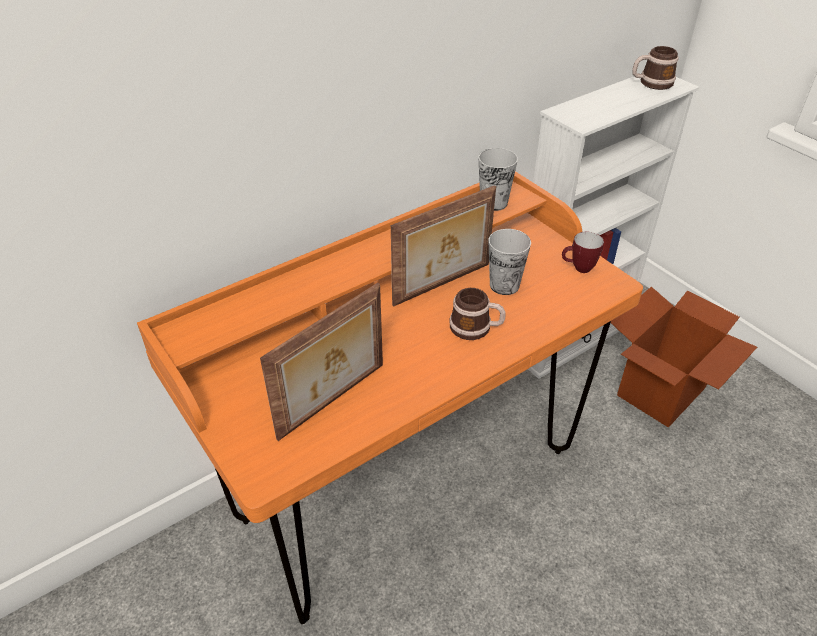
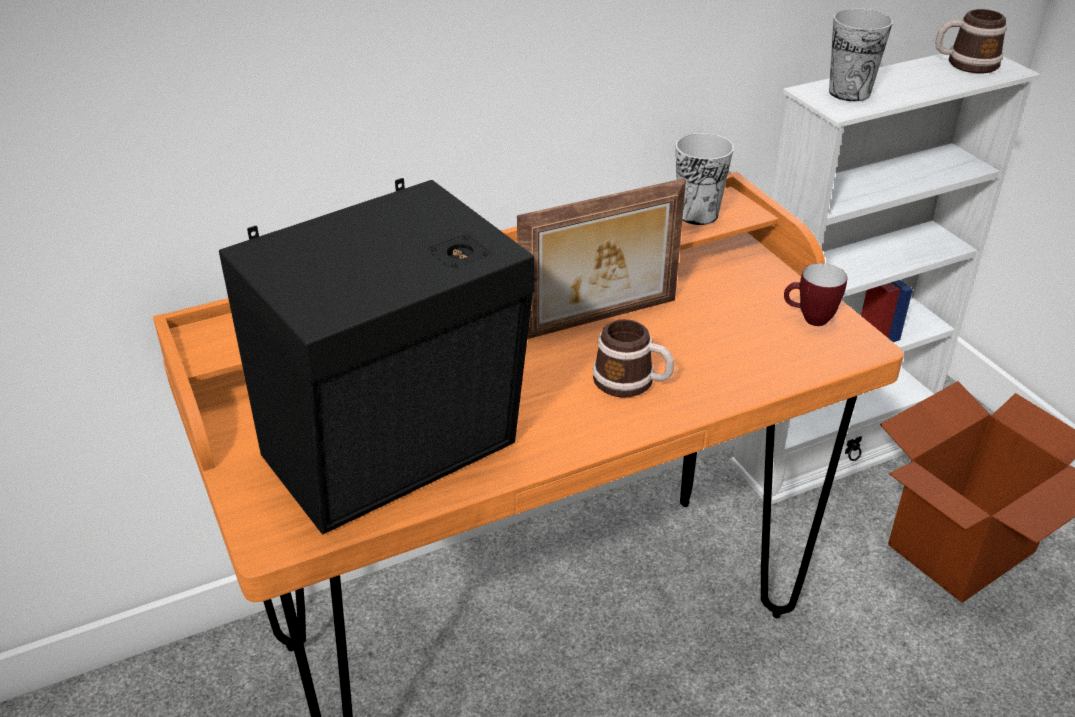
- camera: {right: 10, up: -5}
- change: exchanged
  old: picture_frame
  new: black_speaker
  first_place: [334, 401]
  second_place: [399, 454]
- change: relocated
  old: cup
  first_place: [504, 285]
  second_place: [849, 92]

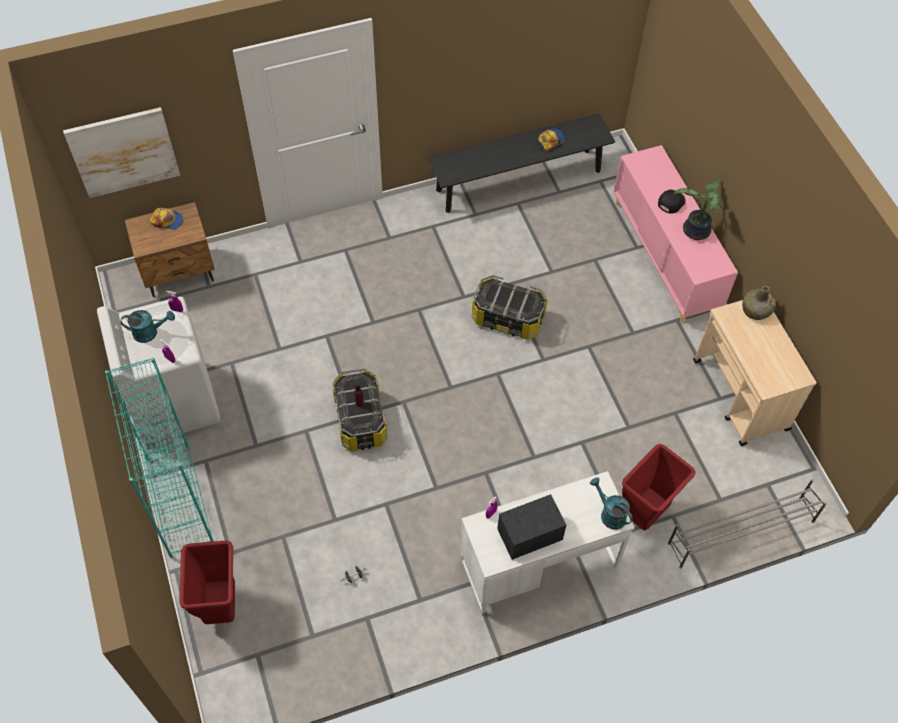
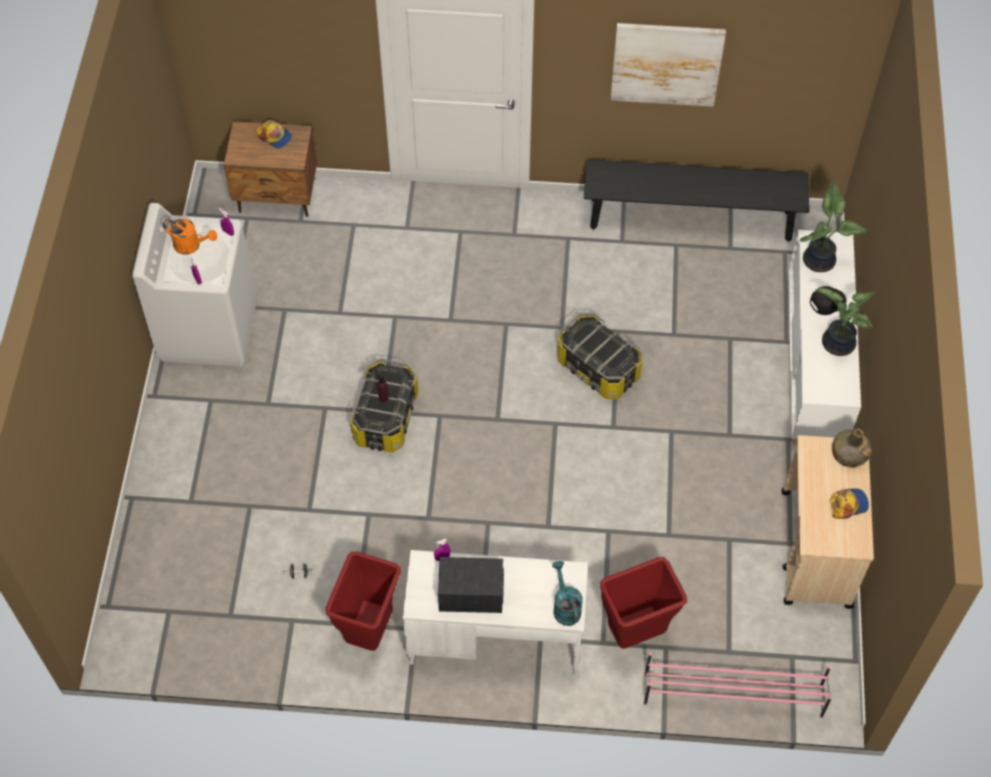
- camera: {right: 25, up: 0}
- change: relocated
  old: picture
  first_place: [123, 152]
  second_place: [666, 63]
- change: missing
  old: turquoise_bookcase
  first_place: [179, 500]
- change: colour
  old: turquoise_watering_can
  new: orange_watering_can
  first_place: [150, 332]
  second_place: [191, 246]
- change: relocated
  old: red_trash_can
  first_place: [220, 606]
  second_place: [369, 630]
- change: relocated
  old: cap
  first_place: [550, 140]
  second_place: [848, 504]
- change: colour
  old: pink_cabinet
  new: white_cabinet
  first_place: [665, 256]
  second_place: [814, 363]
- change: colour
  old: grey_shoe_rack
  new: pink_shoe_rack
  first_place: [740, 532]
  second_place: [732, 694]
- change: appeared
  new: potted_plant
  second_place: [820, 260]

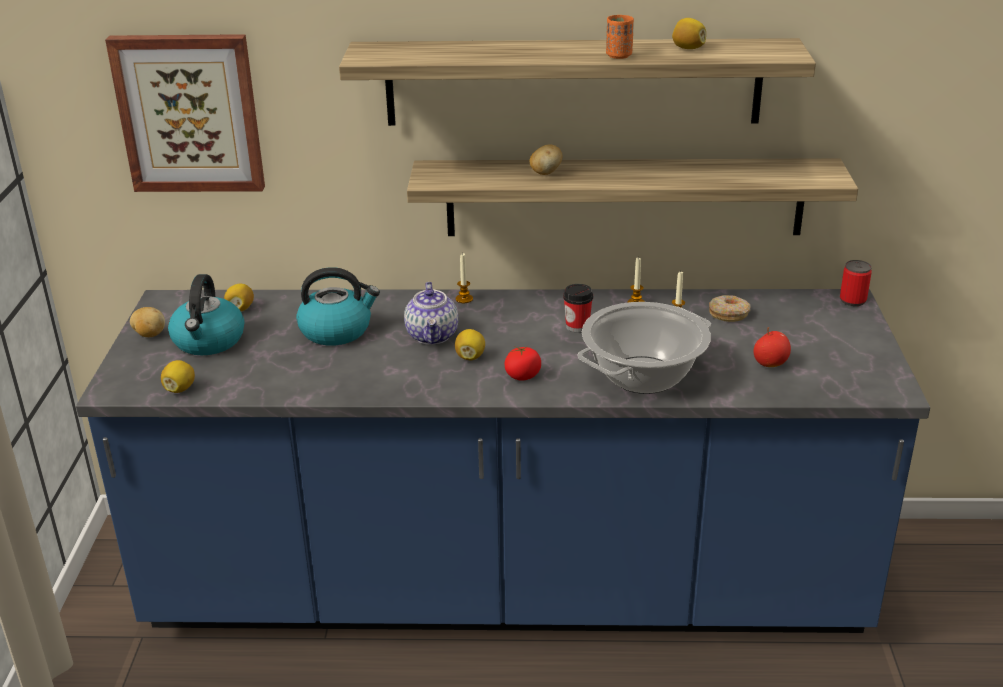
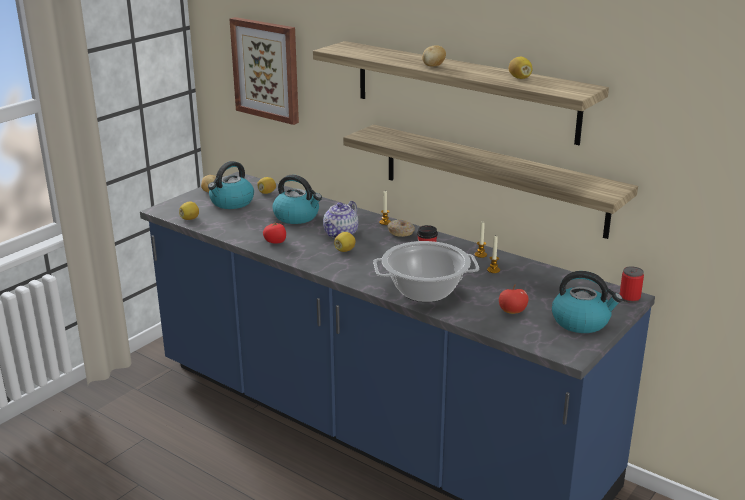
- camera: {right: 35, up: -5}
- change: relocated
  old: tomato
  first_place: [522, 376]
  second_place: [275, 241]
- change: relocated
  old: potato
  first_place: [546, 173]
  second_place: [433, 66]
- change: missing
  old: orange_cup
  first_place: [619, 56]
- change: relocated
  old: donut
  first_place: [729, 314]
  second_place: [401, 232]
- change: appeared
  new: kettle
  second_place: [581, 321]

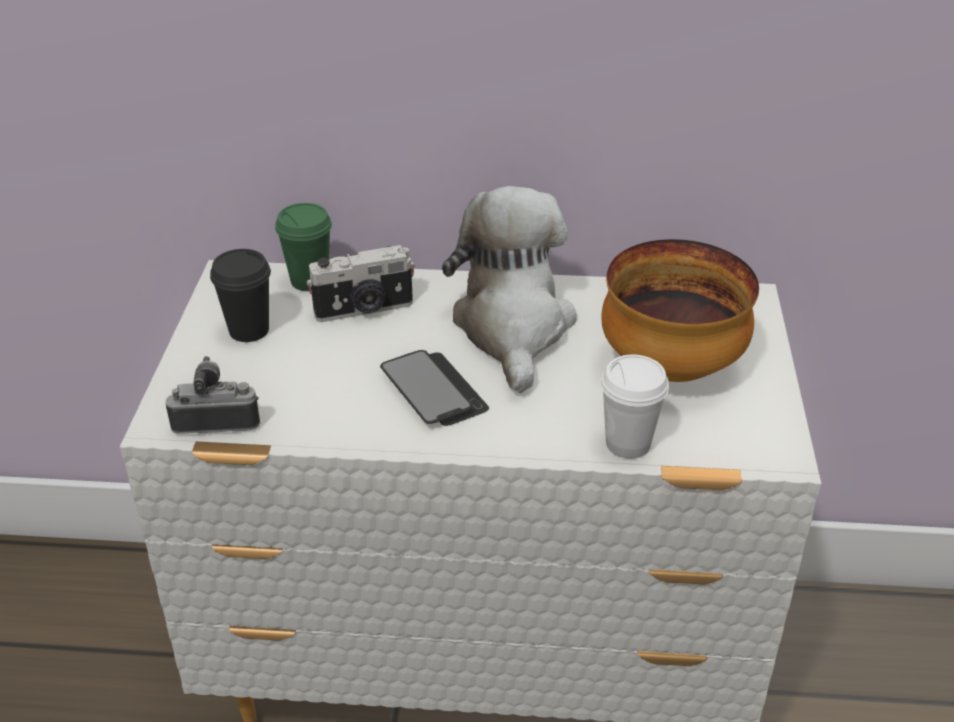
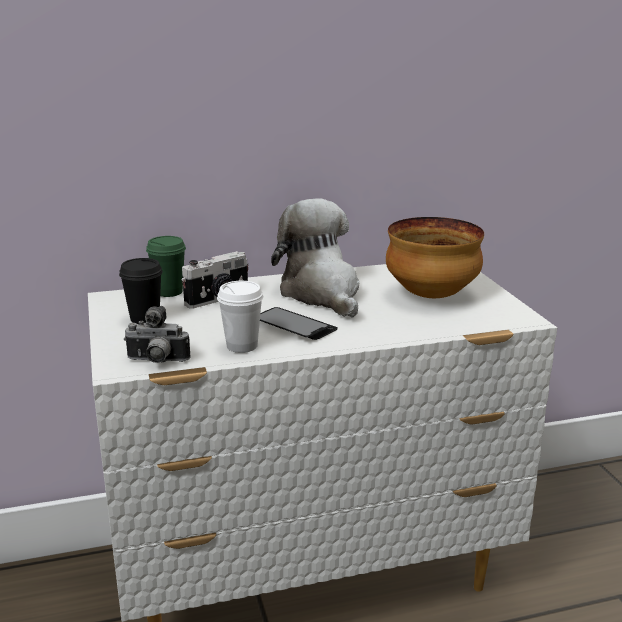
- camera: {right: -20, up: -15}
- change: spun
  old: photo_camera
  first_place: [217, 421]
  second_place: [157, 362]
  degrees: -150
- change: relocated
  old: white_cup
  first_place: [628, 444]
  second_place: [242, 346]

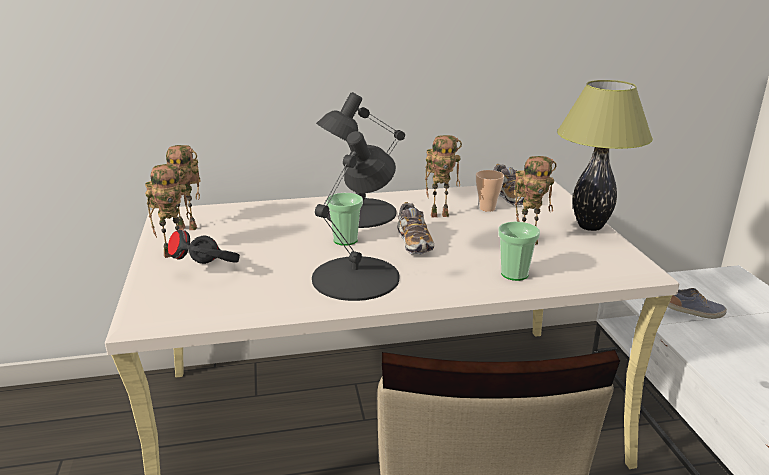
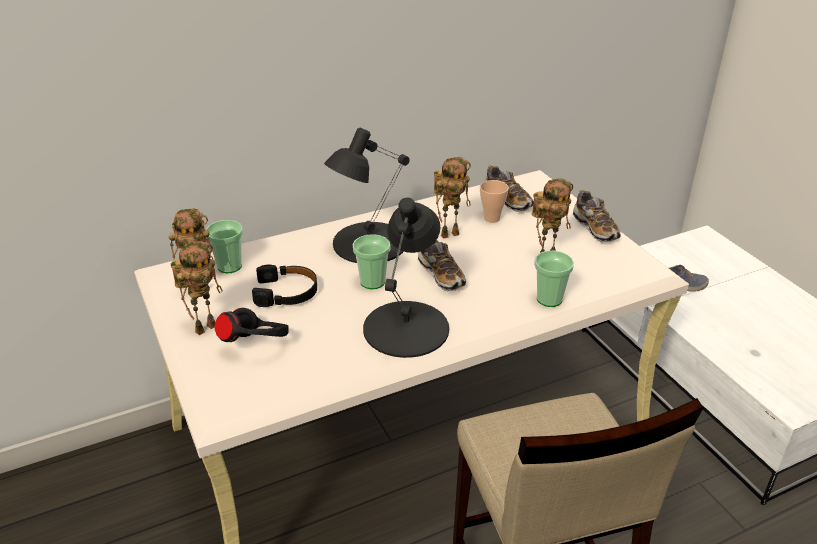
- camera: {right: -15, up: 10}
- change: exchanged
  old: table_lamp
  new: shoe
  first_place: [590, 226]
  second_place: [595, 228]
- change: appeared
  new: cup
  second_place: [229, 266]
- change: appeared
  new: black_headphones
  second_place: [286, 292]

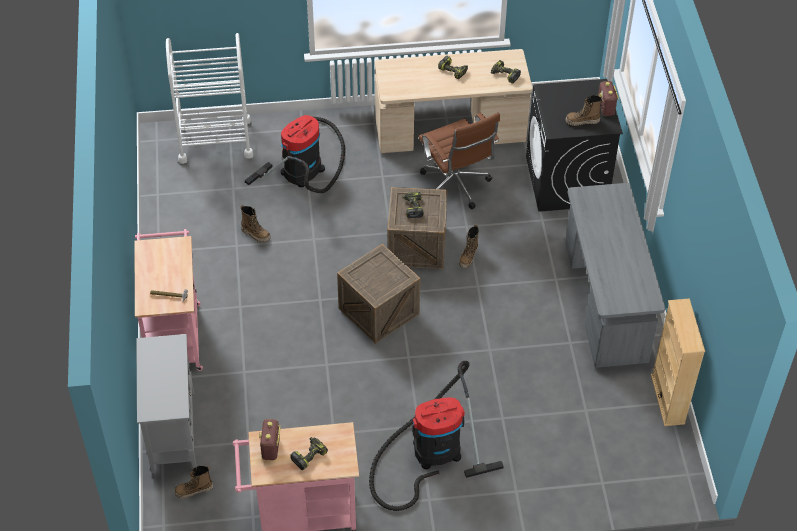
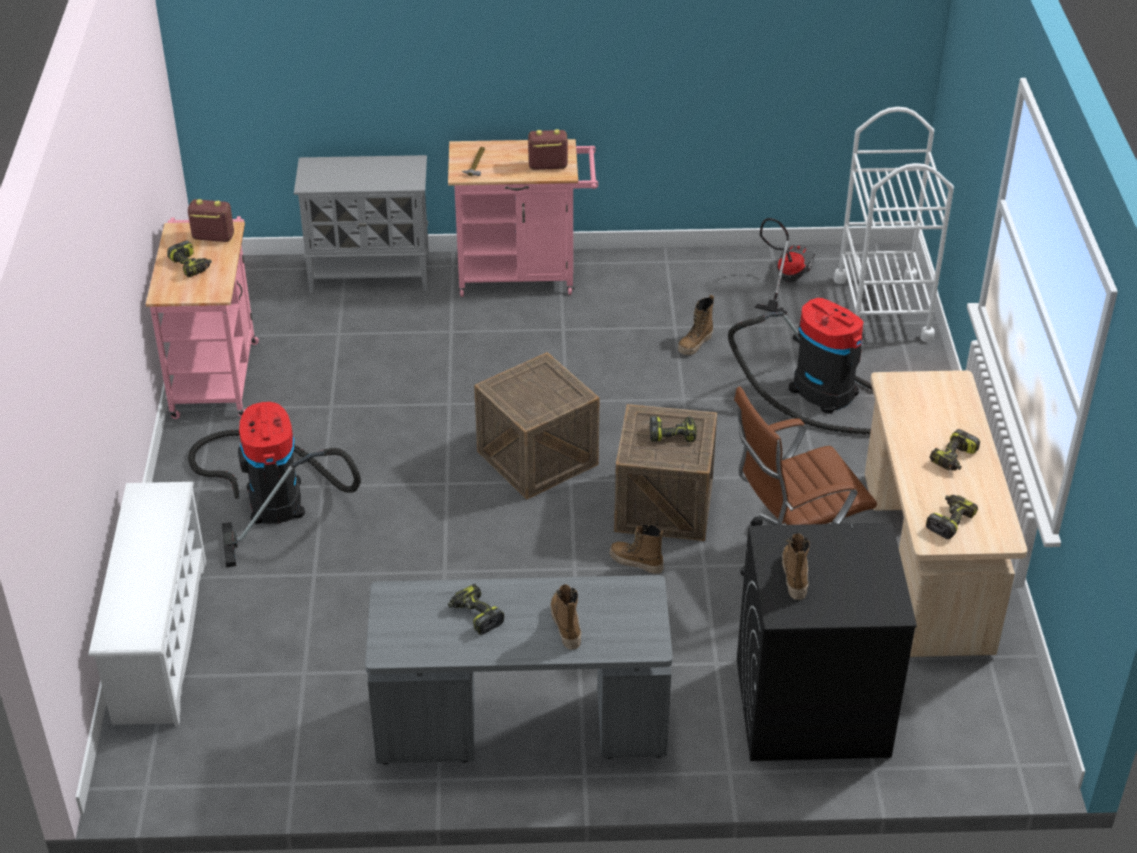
- camera: {right: 95, up: -10}
- change: relocated
  old: boot
  first_place: [194, 490]
  second_place: [565, 626]
- change: relocated
  old: radio
  first_place: [606, 108]
  second_place: [547, 166]
- change: missing
  old: beige_bookcase
  first_place: [667, 399]
- change: appeared
  new: white_shoe_rack
  second_place: [158, 639]
- change: appeared
  new: power_drill
  second_place: [475, 615]
- change: appeared
  new: vacuum_cleaner
  second_place: [784, 280]

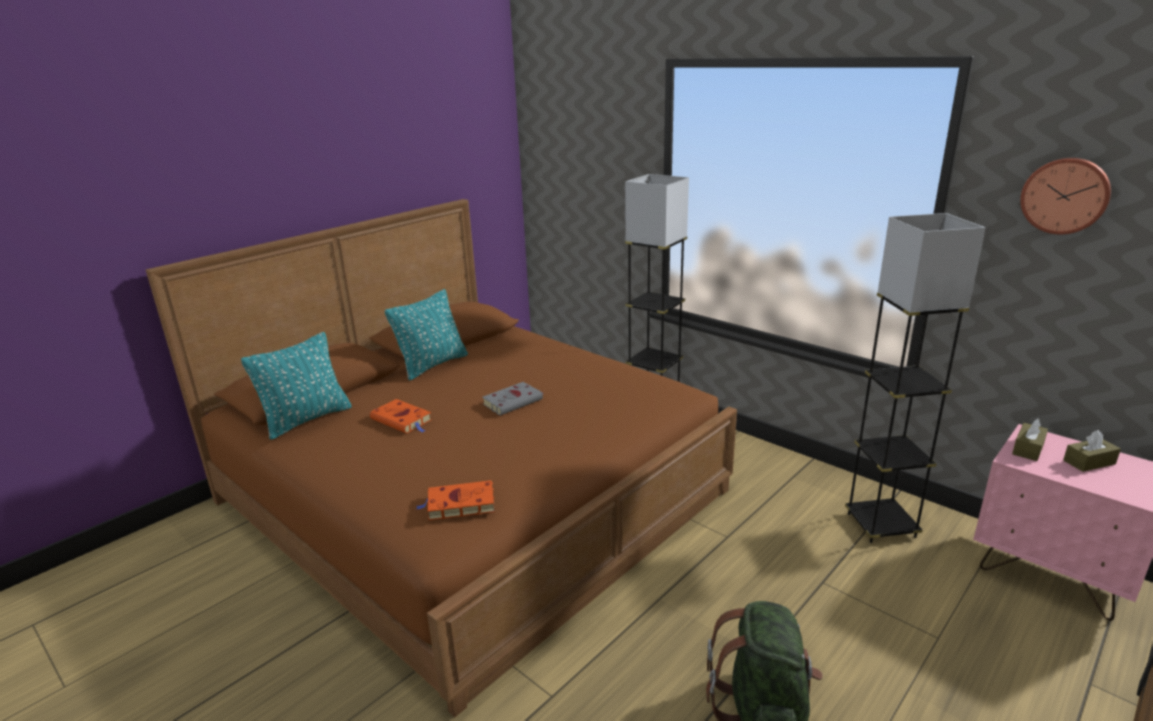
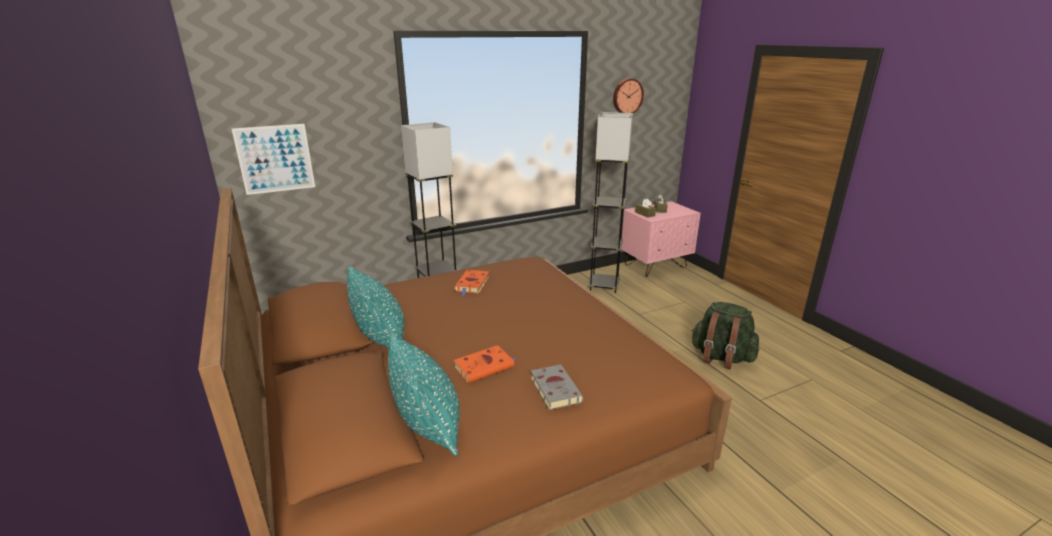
- camera: {right: -70, up: 0}
- change: relocated
  old: orange_book
  first_place: [459, 504]
  second_place: [472, 285]
- change: relocated
  old: grey_book
  first_place: [514, 401]
  second_place: [554, 389]
- change: appeared
  new: picture
  second_place: [275, 159]

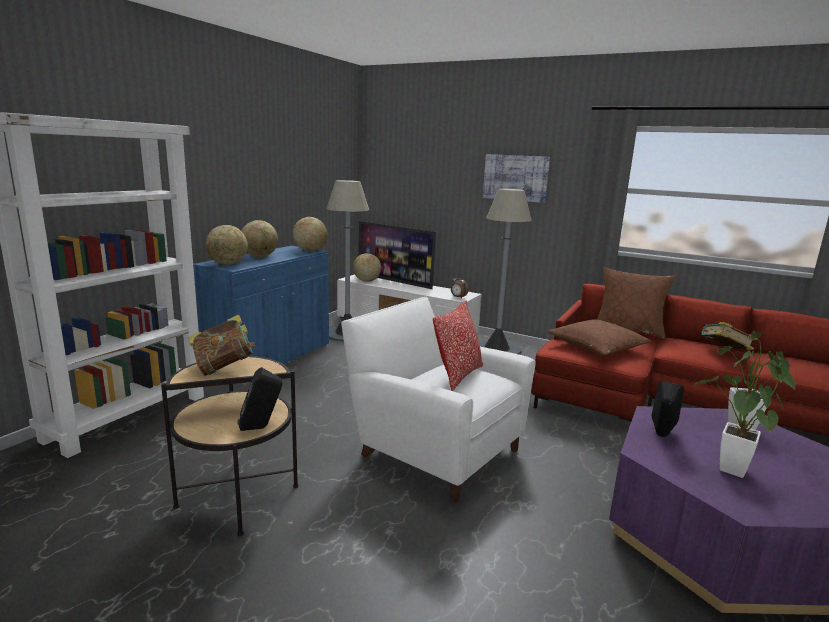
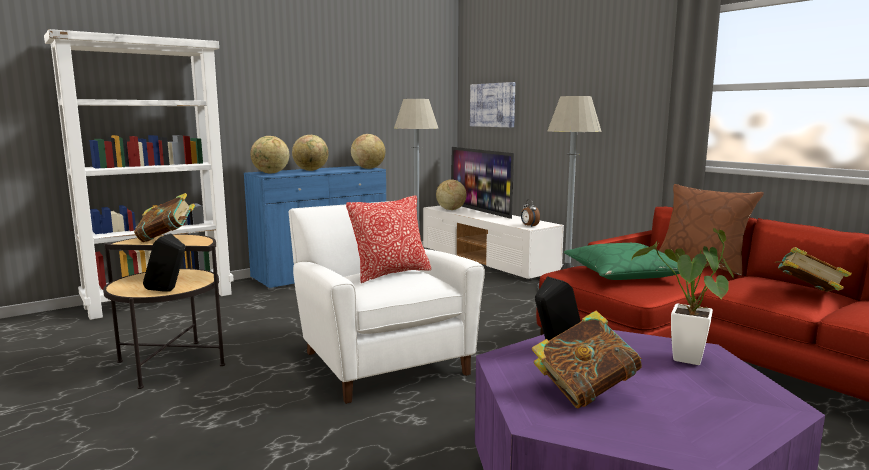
- camera: {right: 25, up: -5}
- change: relocated
  old: picture
  first_place: [515, 178]
  second_place: [492, 105]
- change: colour
  old: brown_pillow
  new: green_pillow
  first_place: [597, 346]
  second_place: [624, 274]
- change: exchanged
  old: potted_plant
  new: book
  first_place: [730, 473]
  second_place: [585, 392]

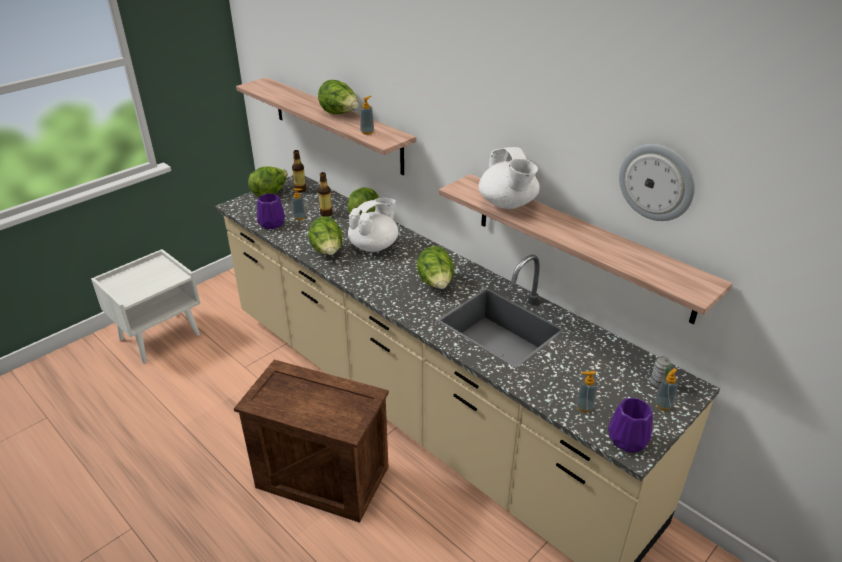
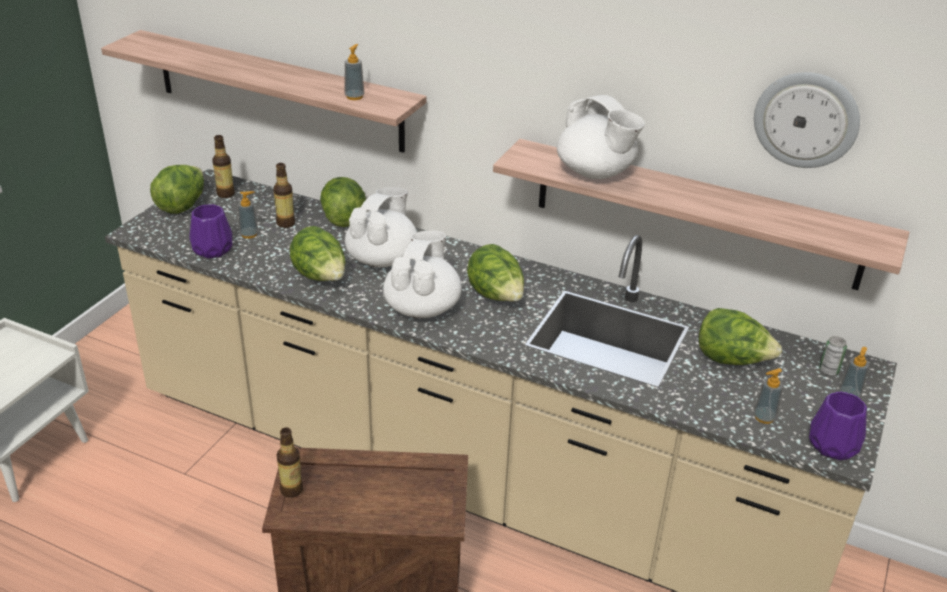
- camera: {right: -20, up: 0}
- change: relocated
  old: lettuce
  first_place: [340, 114]
  second_place: [731, 360]
- change: appeared
  new: bottle
  second_place: [291, 490]
- change: appeared
  new: white_teapot
  second_place: [422, 307]

